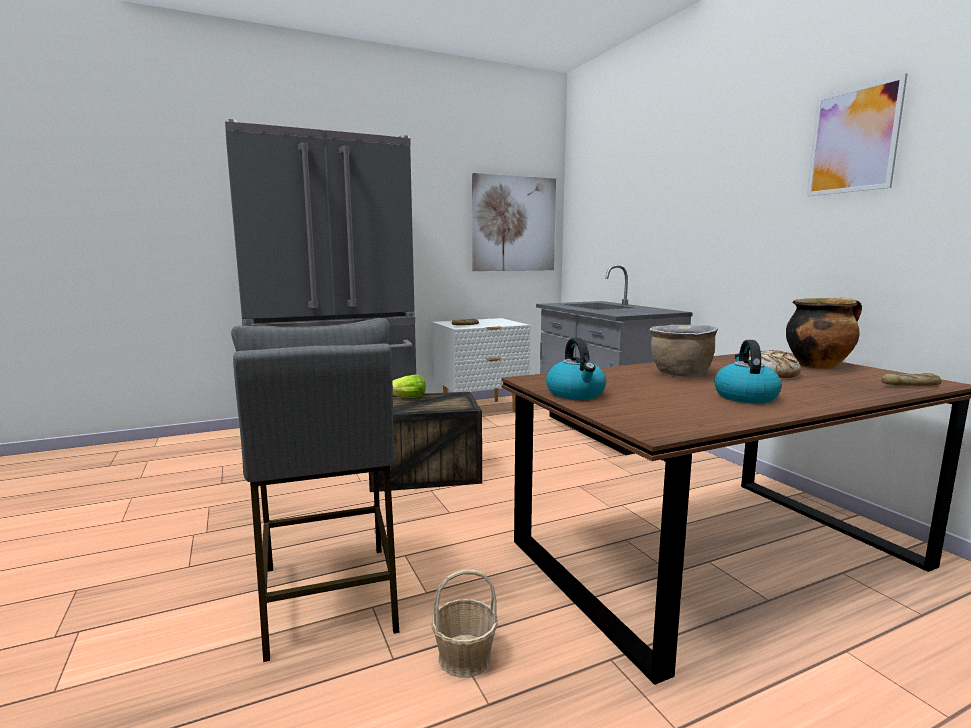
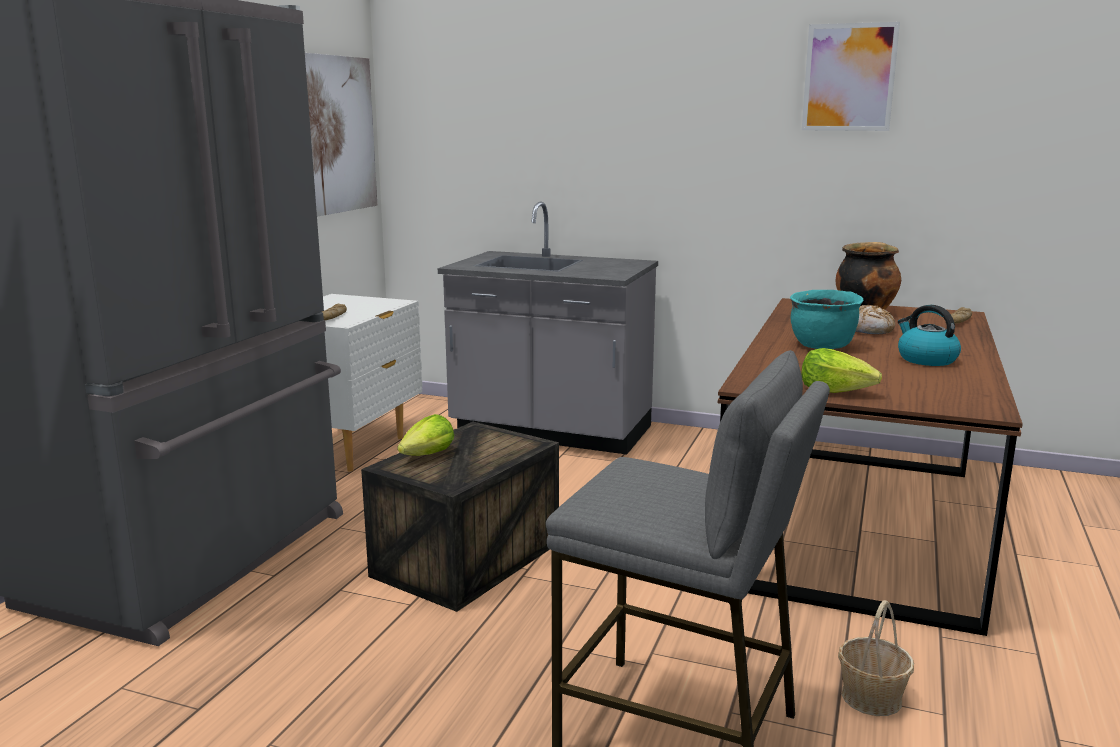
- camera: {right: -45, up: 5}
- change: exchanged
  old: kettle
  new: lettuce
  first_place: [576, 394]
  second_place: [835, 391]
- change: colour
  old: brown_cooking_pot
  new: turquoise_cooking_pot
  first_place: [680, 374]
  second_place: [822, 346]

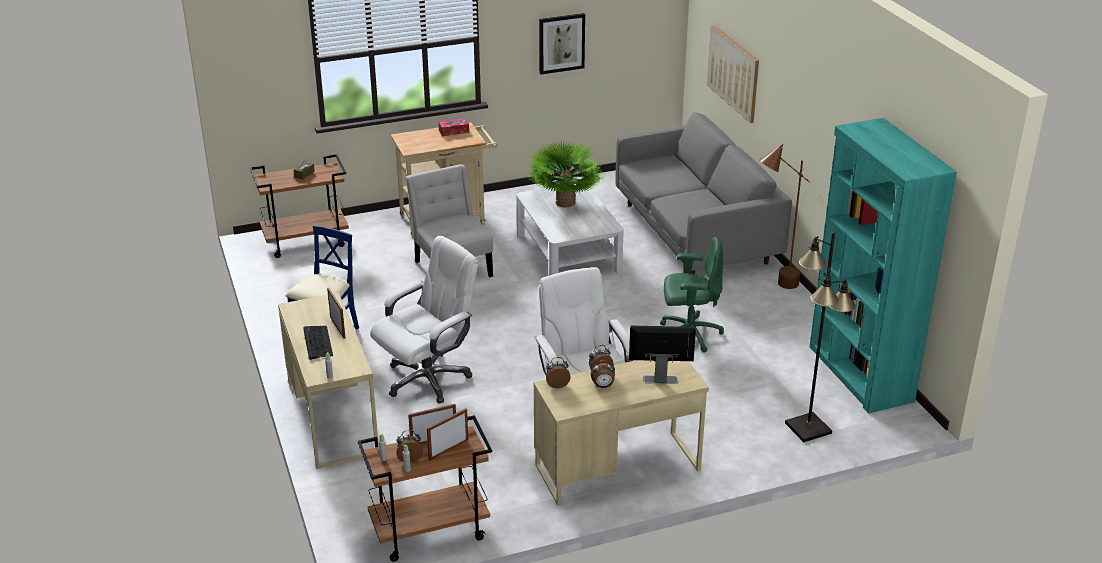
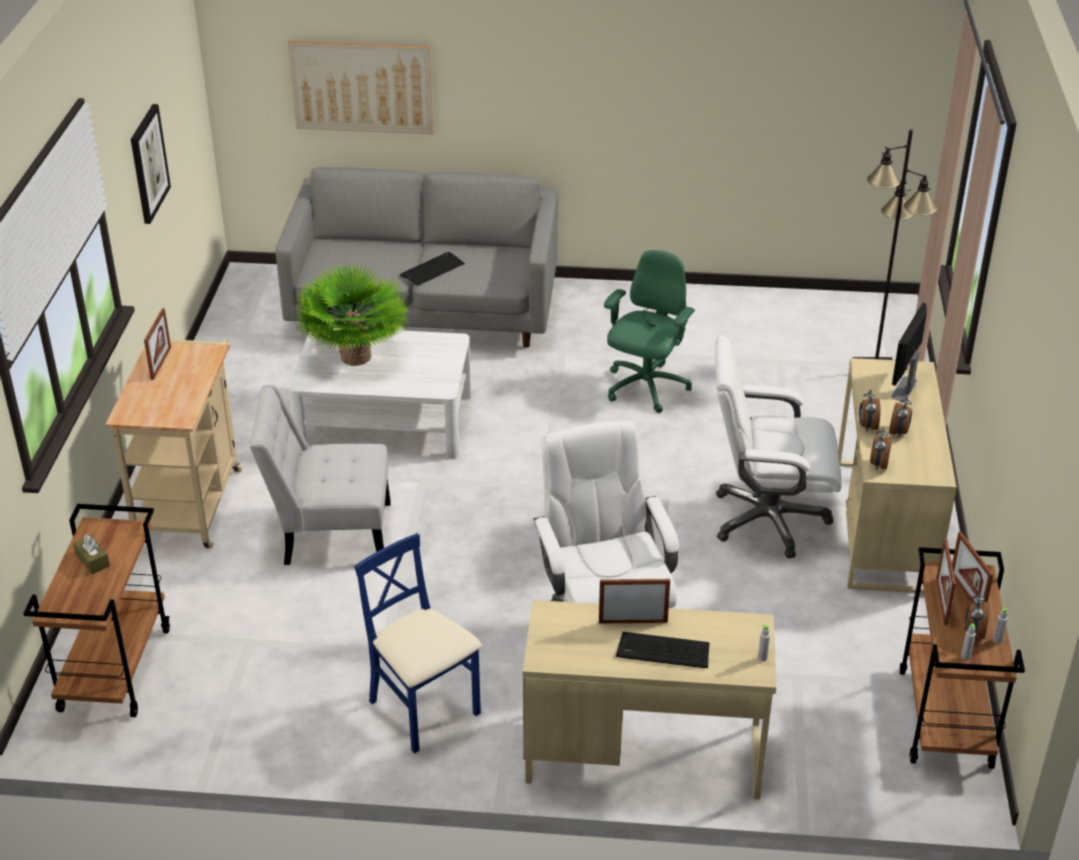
- camera: {right: -65, up: 5}
- change: exchanged
  old: tissue_box
  new: picture_frame
  first_place: [453, 131]
  second_place: [161, 363]
- change: missing
  old: brown_floor_lamp
  first_place: [773, 287]
- change: missing
  old: turquoise_bookcase
  first_place: [860, 374]
- change: appeared
  new: keyboard
  second_place: [432, 269]

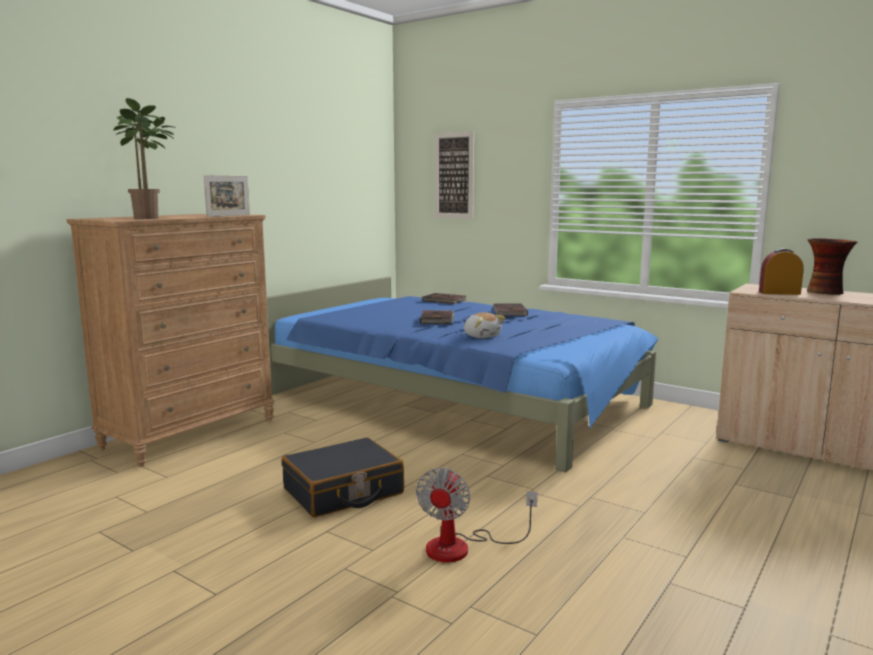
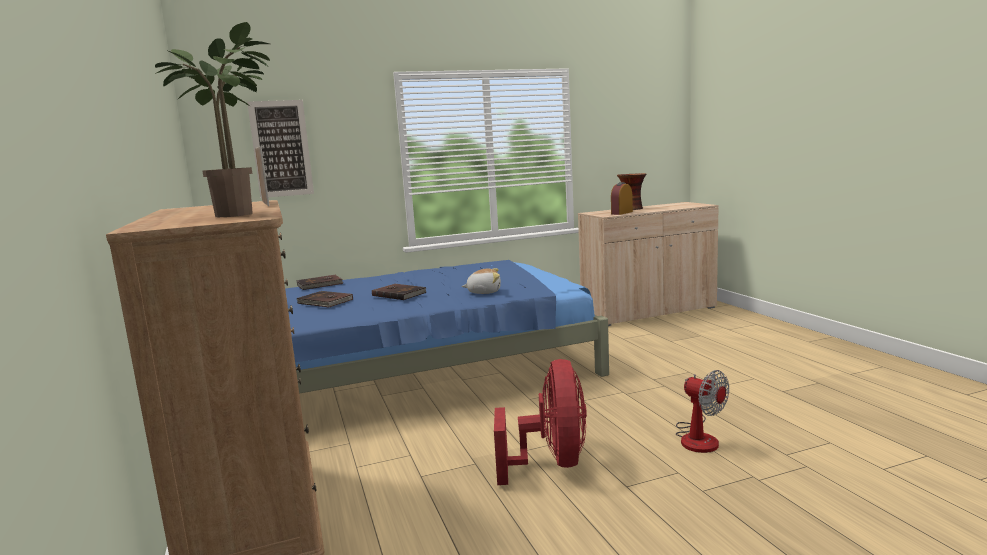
- camera: {right: -55, up: 0}
- change: exchanged
  old: black_suitcase
  new: red_fan
  first_place: [343, 492]
  second_place: [551, 463]
- change: relocated
  old: brown_book
  first_place: [509, 312]
  second_place: [325, 302]

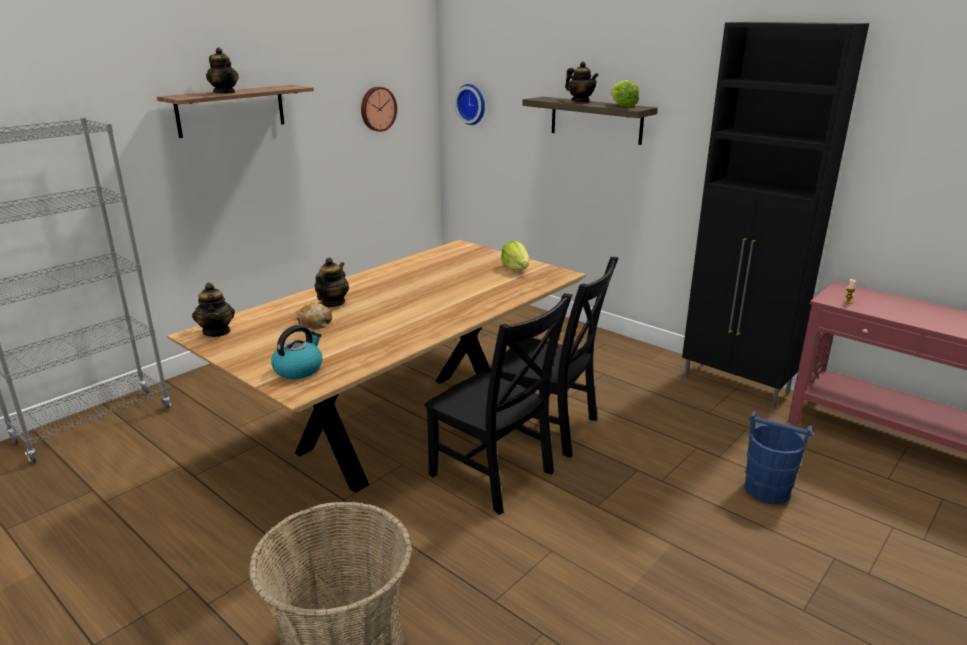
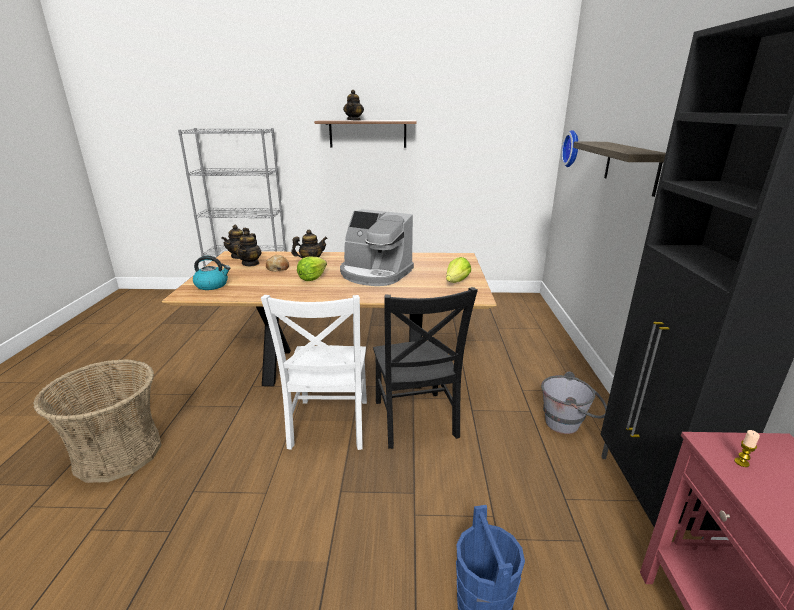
- camera: {right: 50, up: 0}
- change: missing
  old: wall_clock
  first_place: [377, 109]
- change: colour
  old: black_chair
  new: white_chair
  first_place: [495, 476]
  second_place: [329, 426]
- change: relocated
  old: teapot
  first_place: [580, 101]
  second_place: [250, 263]
- change: relocated
  old: lettuce
  first_place: [622, 106]
  second_place: [312, 278]
- change: appeared
  new: coffee_machine
  second_place: [375, 274]
- change: appeared
  new: grey_bucket
  second_place: [569, 424]

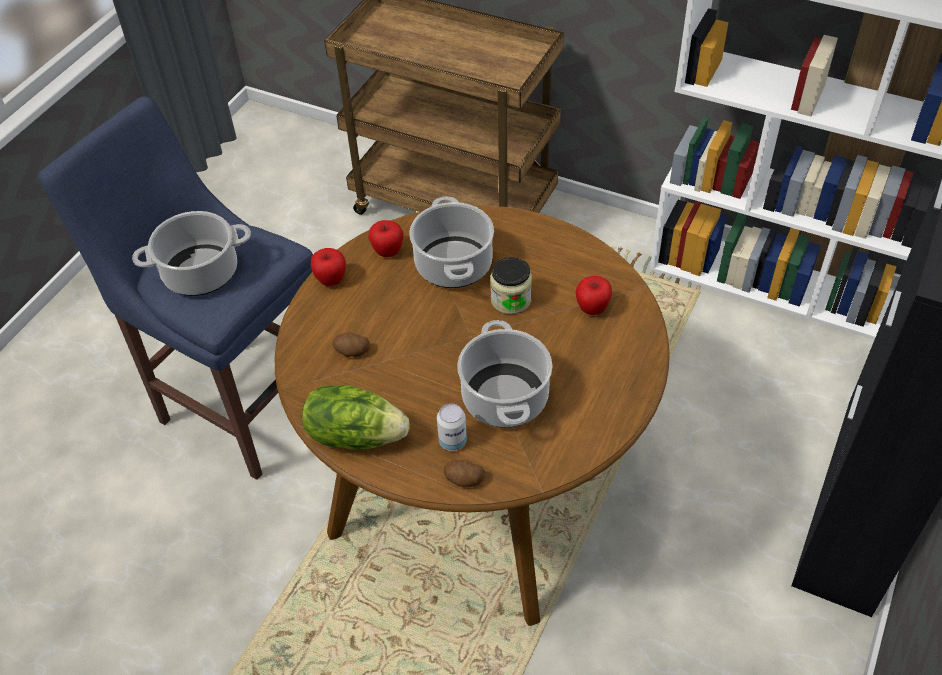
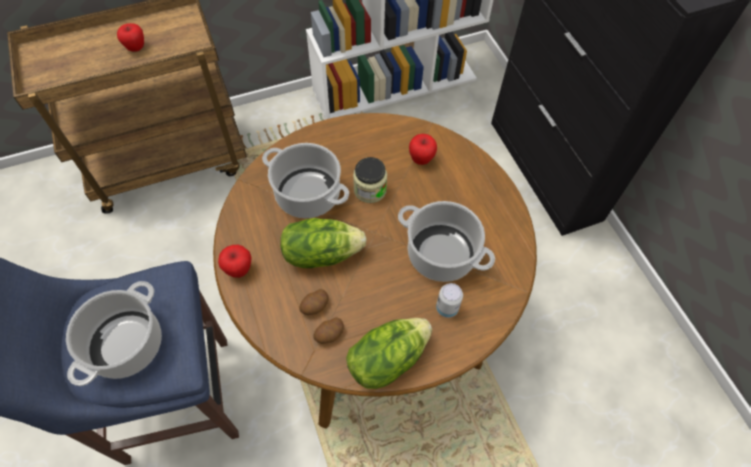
- camera: {right: -50, up: 10}
- change: relocated
  old: apple
  first_place: [388, 252]
  second_place: [136, 48]
- change: relocated
  old: potato
  first_place: [464, 480]
  second_place: [329, 334]
- change: appeared
  new: lettuce
  second_place: [321, 253]

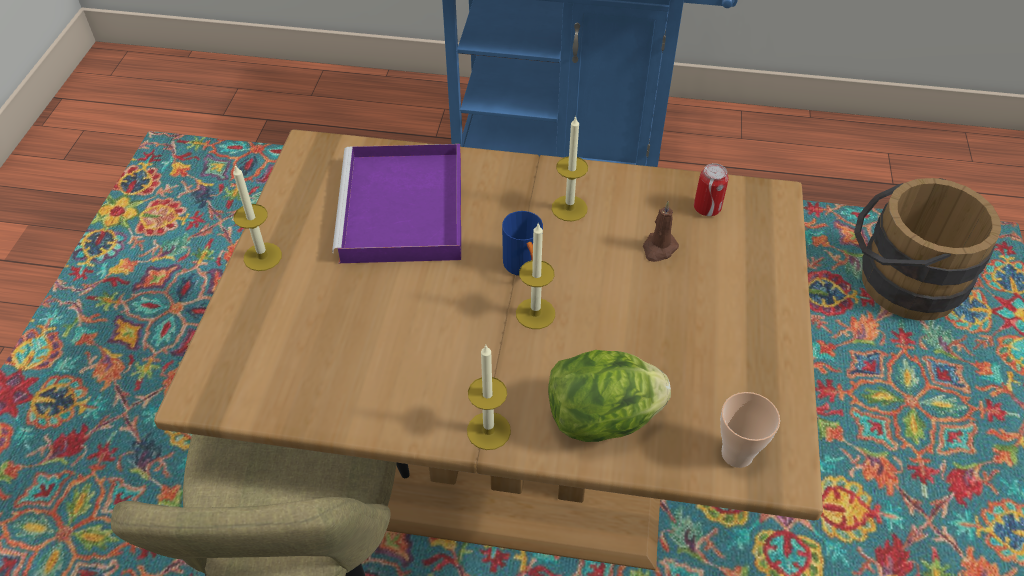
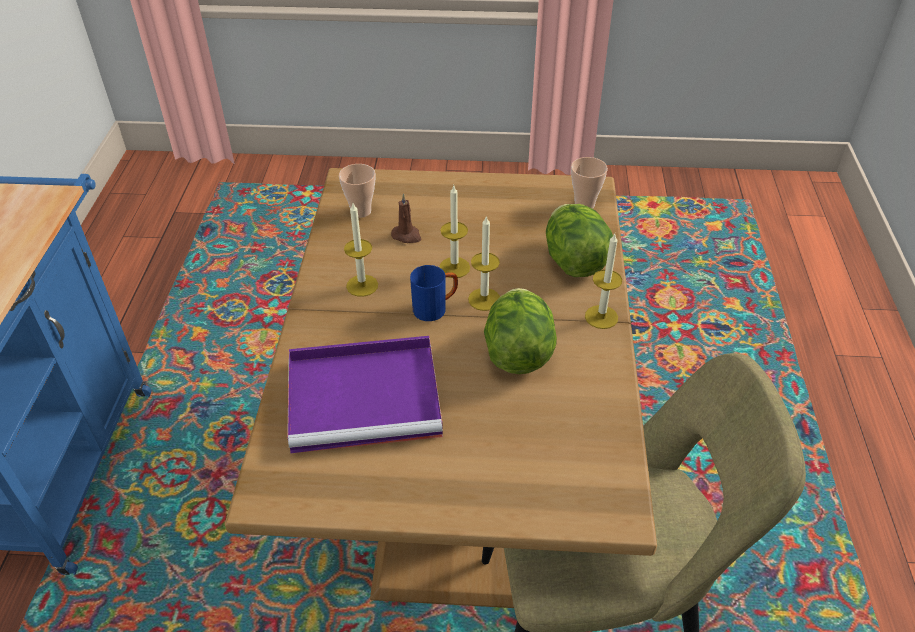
- camera: {right: -95, up: -5}
- change: relocated
  old: candle
  first_place: [262, 257]
  second_place: [454, 267]
- change: exchanged
  old: can
  new: cup
  first_place: [707, 208]
  second_place: [361, 211]
- change: missing
  old: brown_bucket
  first_place: [898, 282]
- change: appeared
  new: lettuce
  second_place: [518, 353]

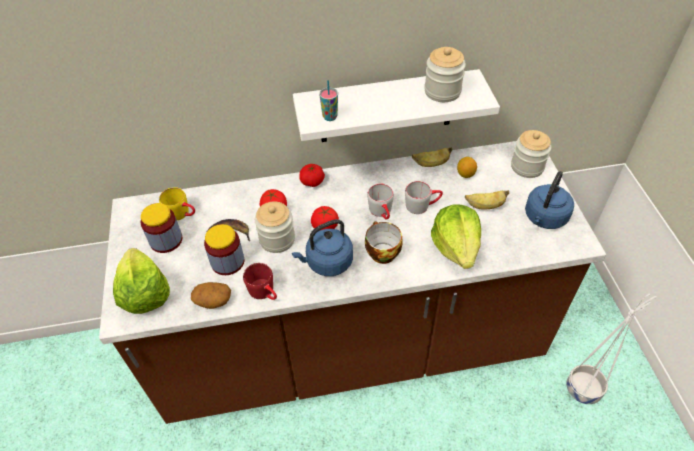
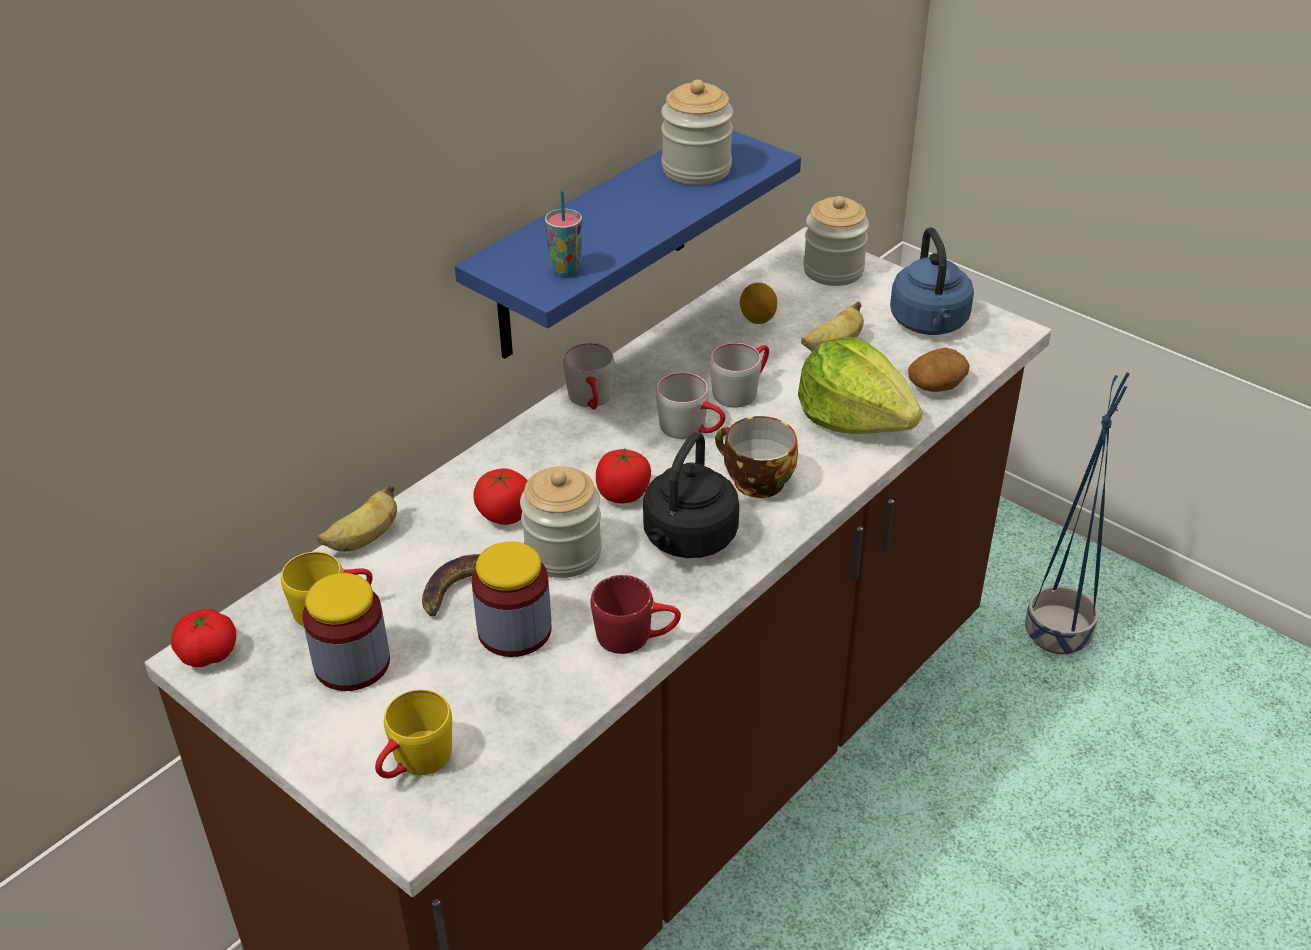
- camera: {right: -40, up: -10}
- change: exchanged
  old: lettuce
  new: yellow_mug
  first_place: [144, 293]
  second_place: [414, 763]
- change: relocated
  old: potato
  first_place: [213, 301]
  second_place: [936, 385]
- change: colour
  old: blue_kettle
  new: black_kettle
  first_place: [327, 263]
  second_place: [687, 540]
- change: colour
  old: white_shelf
  new: blue_shelf
  first_place: [386, 107]
  second_place: [594, 244]
- change: relocated
  old: tomato
  first_place: [312, 181]
  second_place: [208, 653]
- change: relocated
  old: banana
  first_place: [431, 164]
  second_place: [364, 539]
- change: colour
  old: white_planter
  new: blue_planter
  first_place: [584, 389]
  second_place: [1058, 633]
- change: appeared
  new: grey_mug
  second_place: [592, 401]

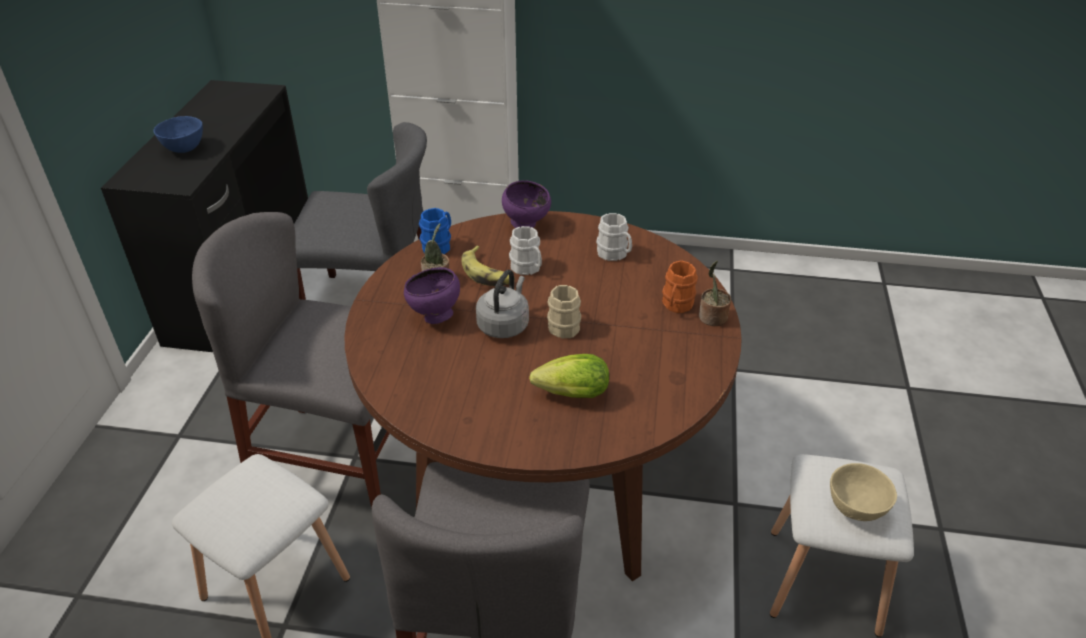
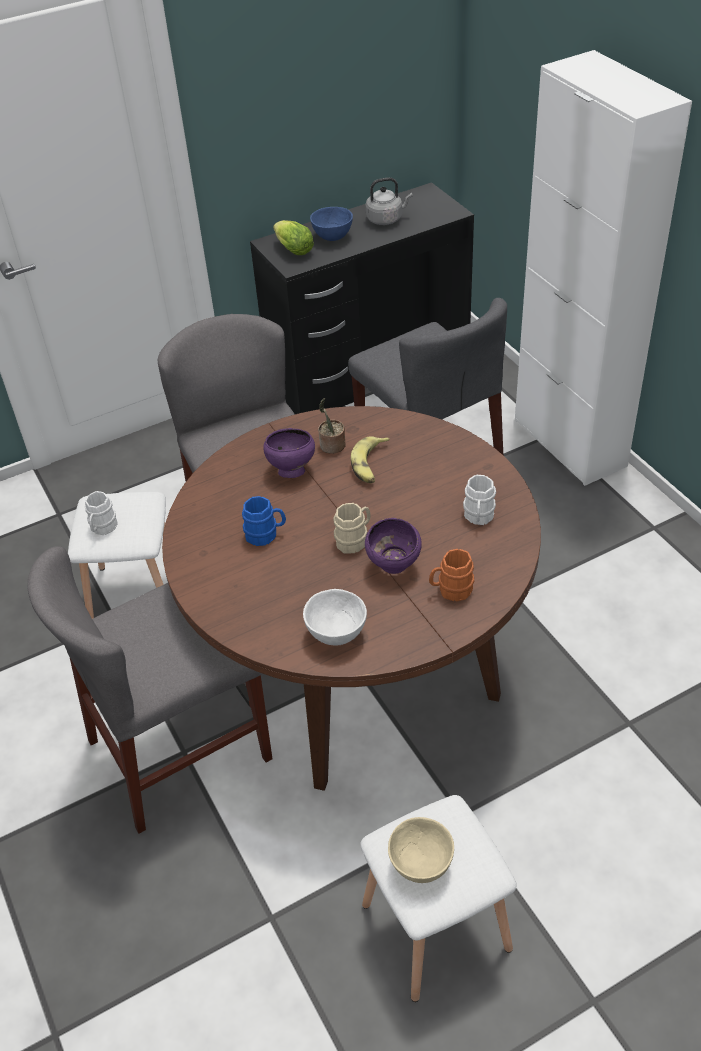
- camera: {right: 55, up: 5}
- change: relocated
  old: blue_mug
  first_place: [439, 245]
  second_place: [266, 534]
- change: relocated
  old: grey_kettle
  first_place: [504, 324]
  second_place: [386, 219]
- change: relocated
  old: purple_bowl
  first_place: [526, 225]
  second_place: [395, 567]
- change: relocated
  old: white_mug
  first_place: [528, 268]
  second_place: [102, 528]
- change: relocated
  old: lettuce
  first_place: [568, 394]
  second_place: [292, 249]
- change: missing
  old: potted_plant
  first_place: [712, 318]
- change: appeared
  new: white_bowl
  second_place: [335, 633]

